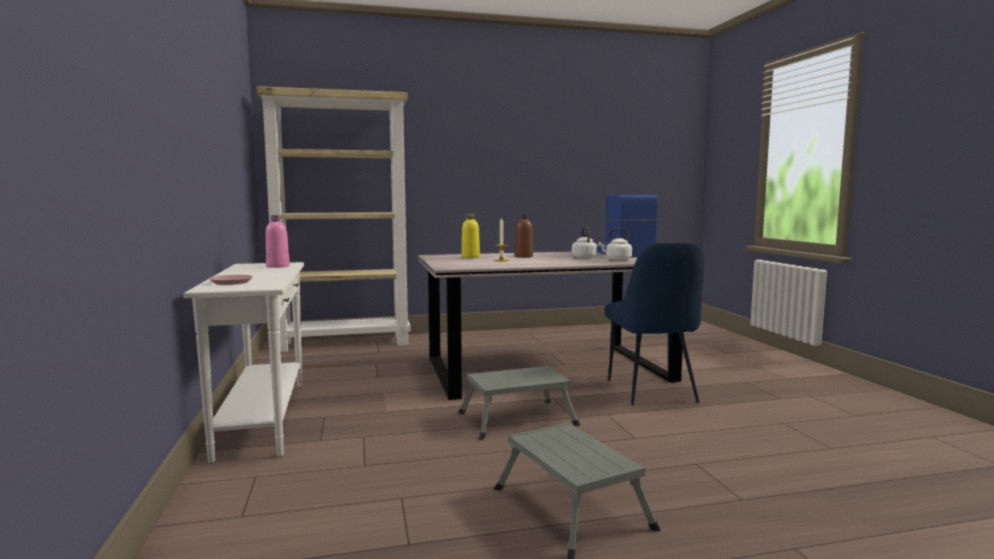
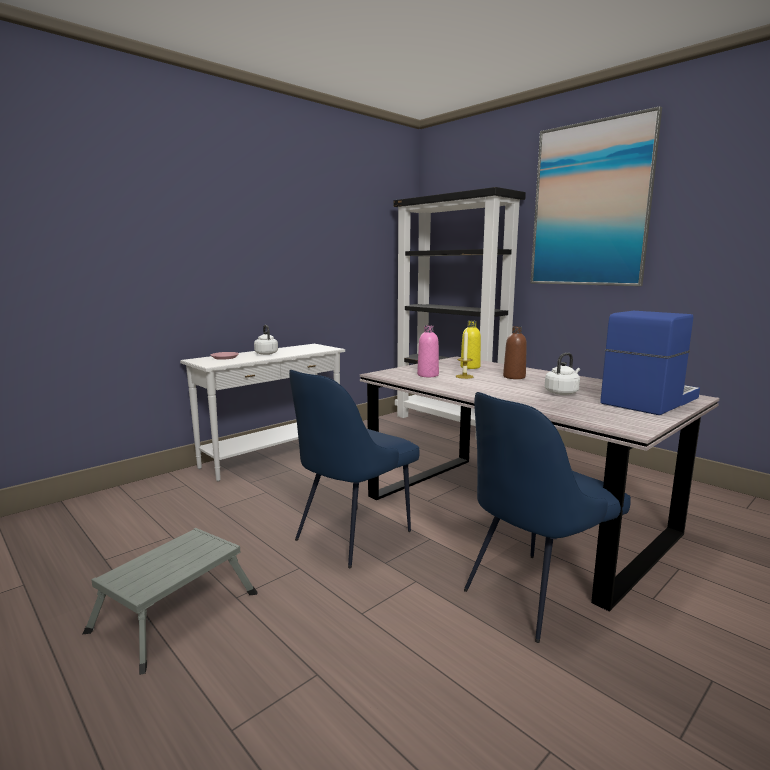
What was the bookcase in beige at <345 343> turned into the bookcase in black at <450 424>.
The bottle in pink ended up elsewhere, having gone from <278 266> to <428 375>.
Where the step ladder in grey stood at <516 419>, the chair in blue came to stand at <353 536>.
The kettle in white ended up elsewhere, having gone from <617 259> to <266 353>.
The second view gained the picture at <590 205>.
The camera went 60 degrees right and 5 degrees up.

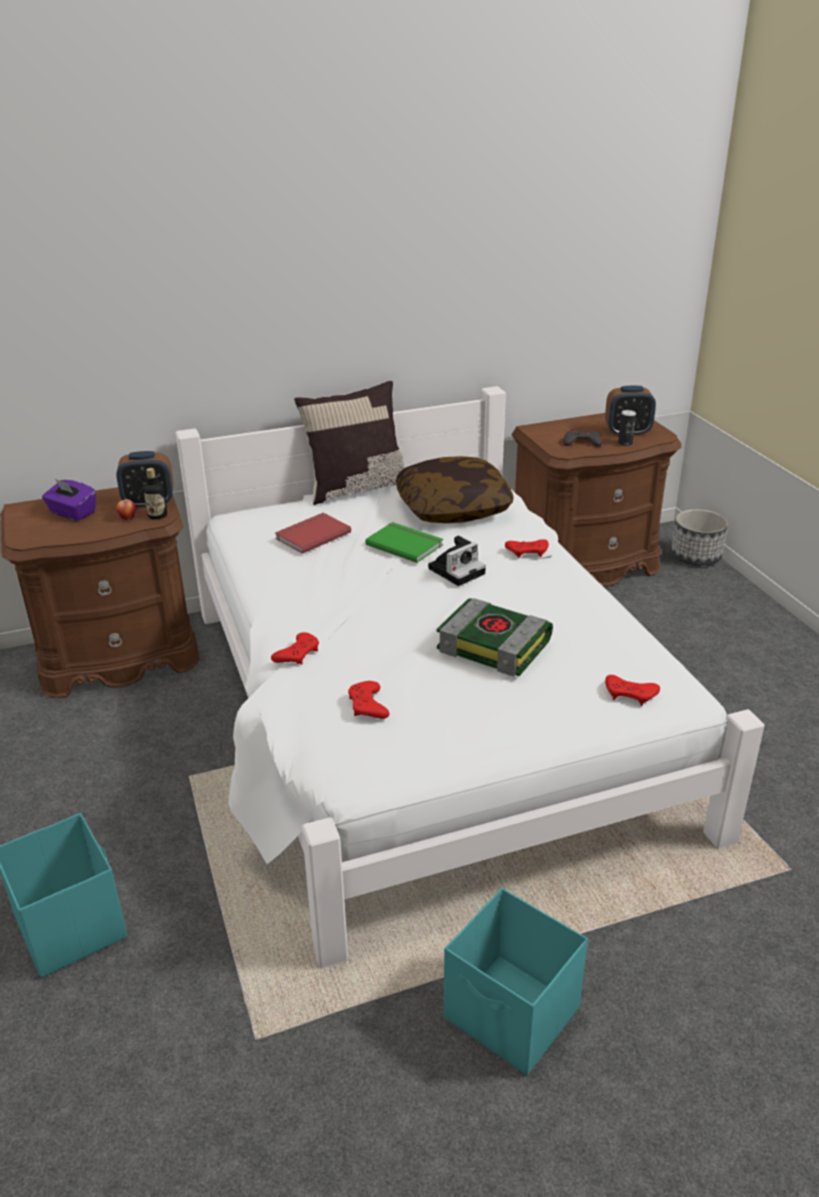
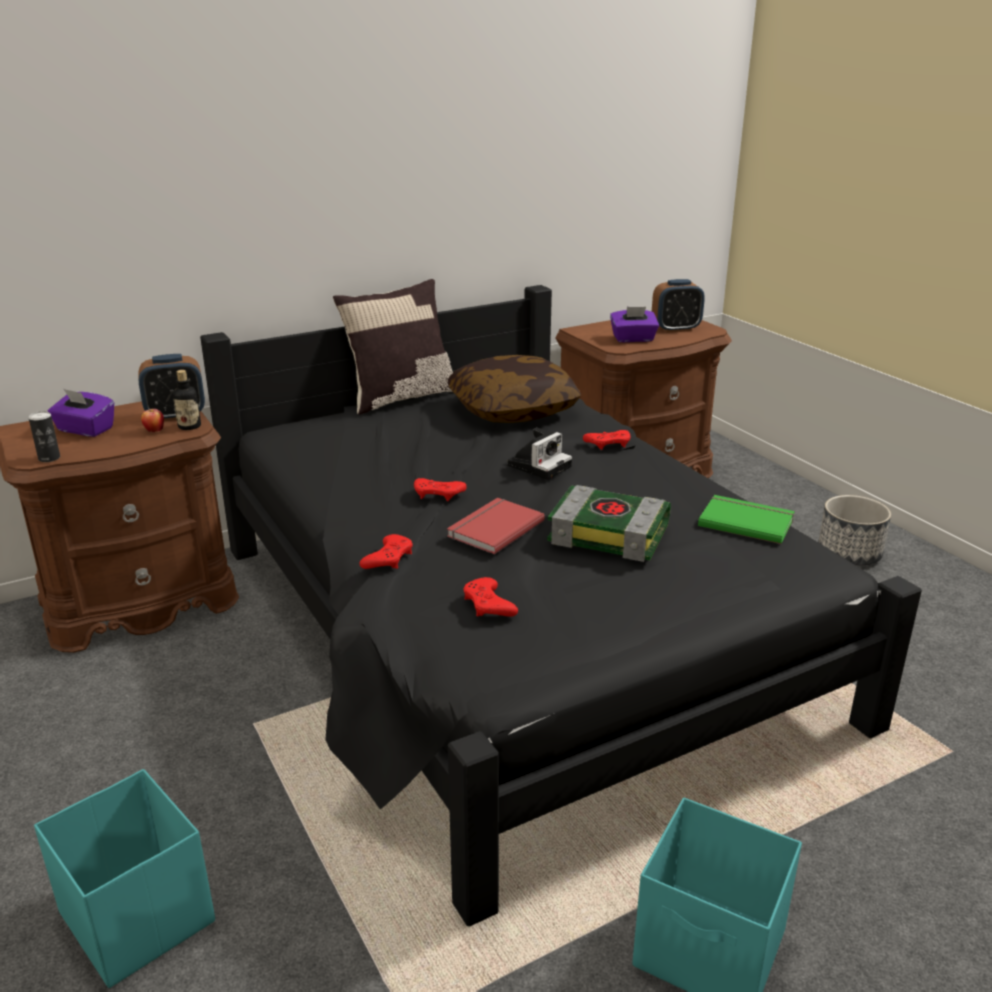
What was the bed in white at <426 714> turned into the bed in black at <512 631>.
The book in red ended up elsewhere, having gone from <311 535> to <493 528>.
The book in green ended up elsewhere, having gone from <405 544> to <746 521>.
Where the game controller in grey stood at <581 442>, the tissue box in purple came to stand at <633 339>.
The game controller in red ended up elsewhere, having gone from <630 694> to <438 493>.
The can ended up elsewhere, having gone from <625 443> to <49 458>.
The planter ended up elsewhere, having gone from <696 556> to <849 553>.
The camera went 10 degrees left and 5 degrees down.

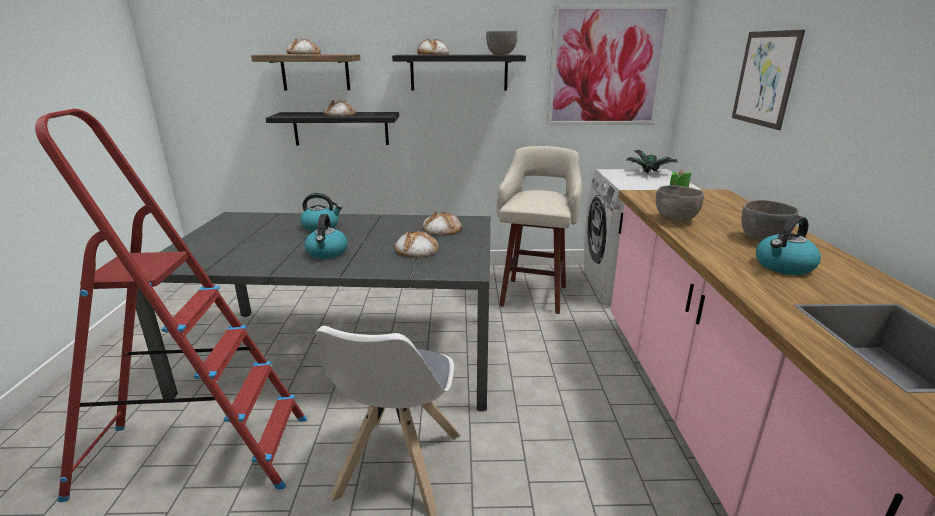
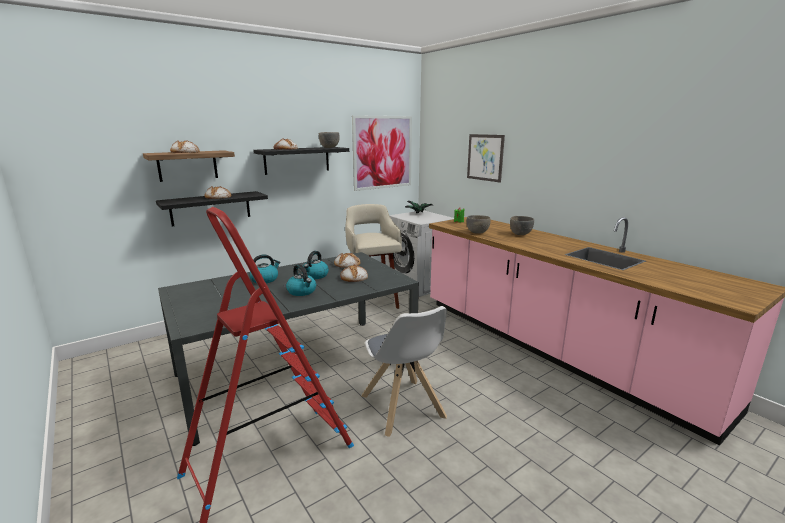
The kettle ended up elsewhere, having gone from <783 266> to <315 276>.
The camera went 35 degrees left and 5 degrees down.

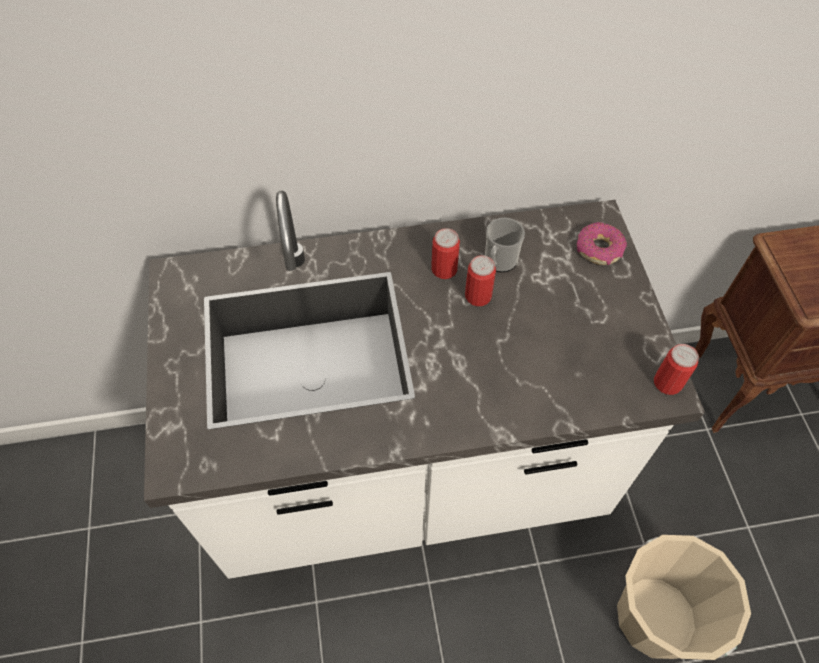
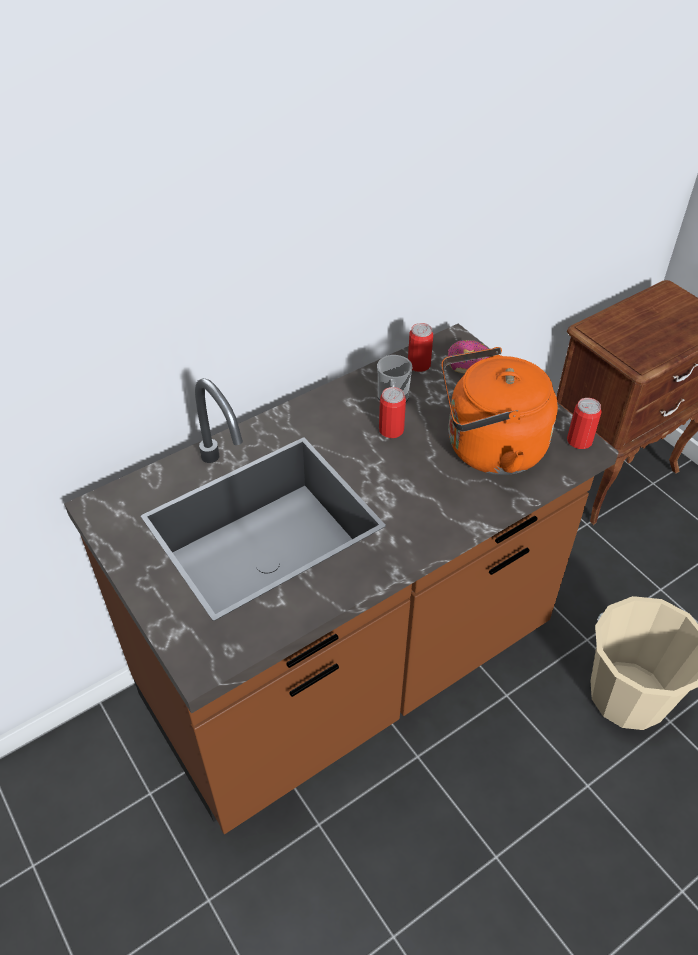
What was the counter in white at <409 476> turned into the counter in brown at <349 669>.
The can ended up elsewhere, having gone from <444 269> to <419 365>.
The second view gained the kettle in orange at <488 449>.
The camera went 25 degrees left and 10 degrees down.

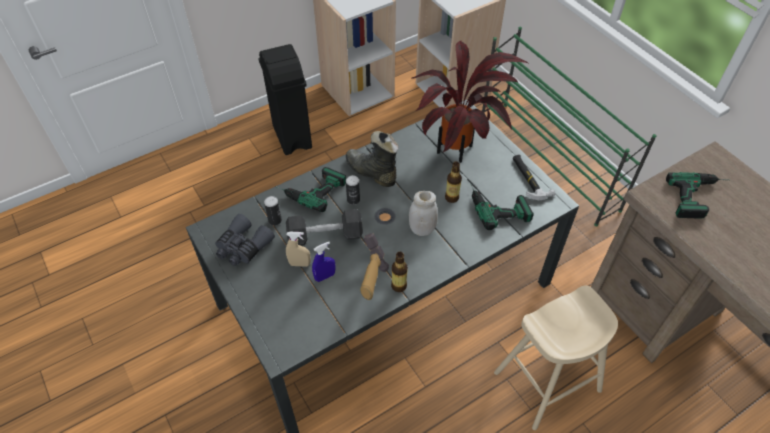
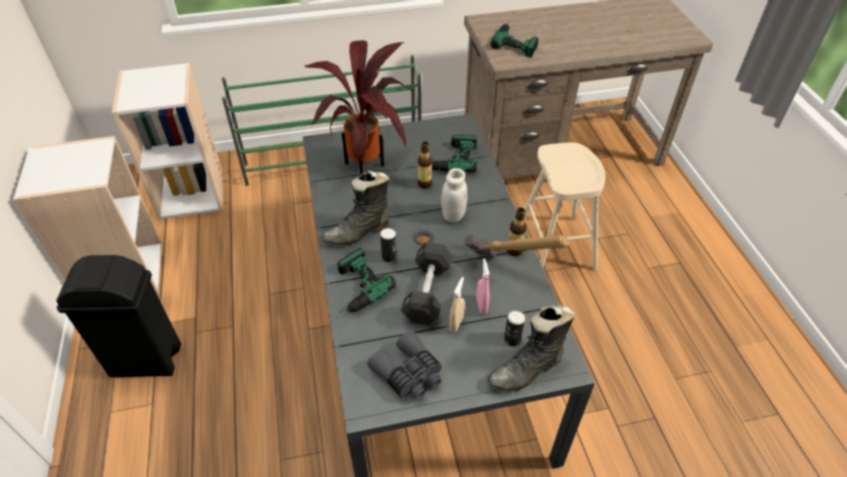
The can ended up elsewhere, having gone from <275 220> to <512 339>.
What was the spray bottle in blue at <325 276> turned into the spray bottle in pink at <481 305>.
The second view lost the hammer at <529 178>.
The second view gained the boot in black at <527 371>.
The camera went 70 degrees left and 5 degrees down.

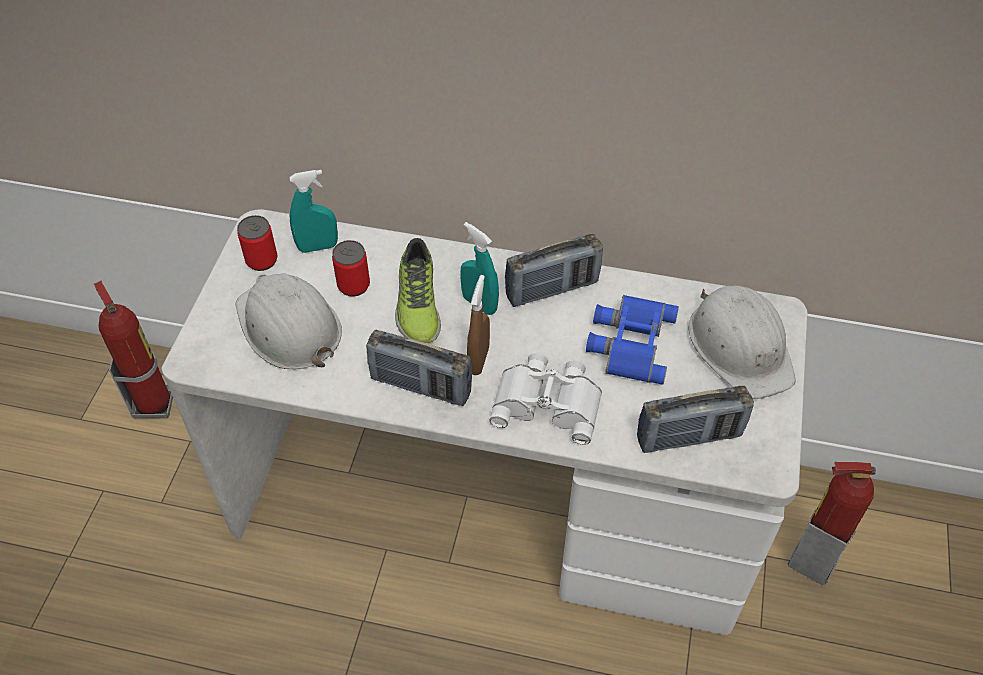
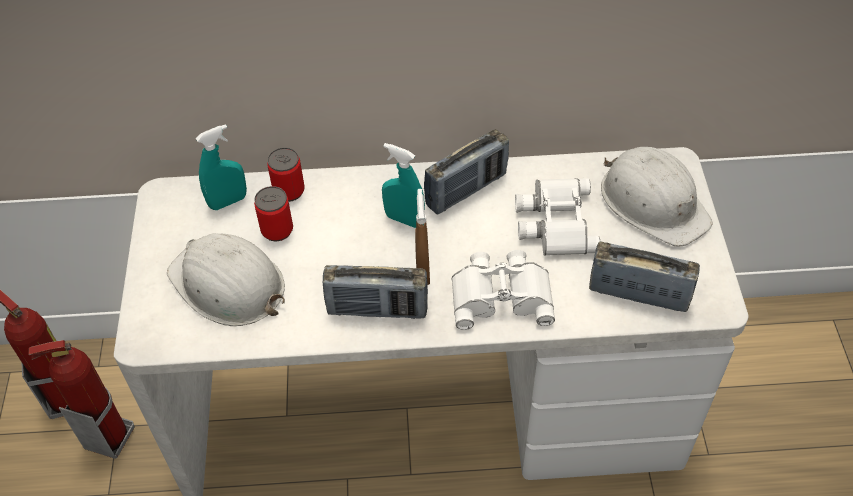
The can ended up elsewhere, having gone from <261 260> to <289 191>.
The second view lost the shoe at <417 304>.
What was the binoculars in blue at <629 342> turned into the binoculars in white at <554 221>.
The radio at <689 437> ended up facing another way, 135 degrees counterclockwise from before.
The fire extinguisher ended up elsewhere, having gone from <812 560> to <109 437>.
The camera went 15 degrees left and 0 degrees up.

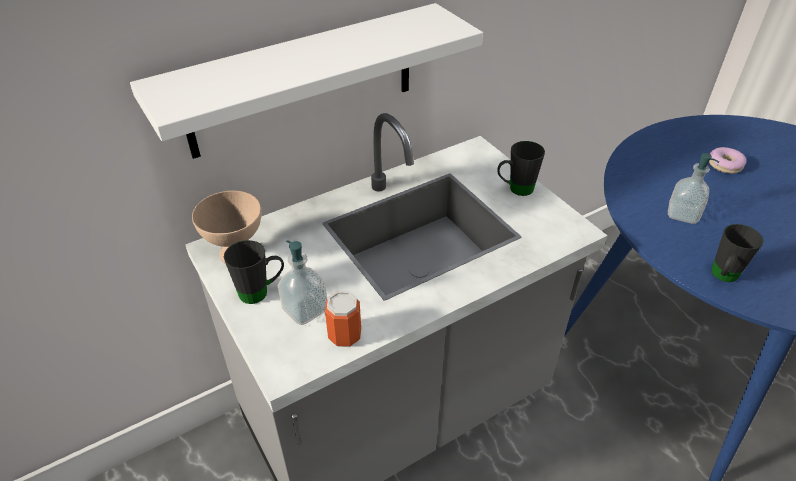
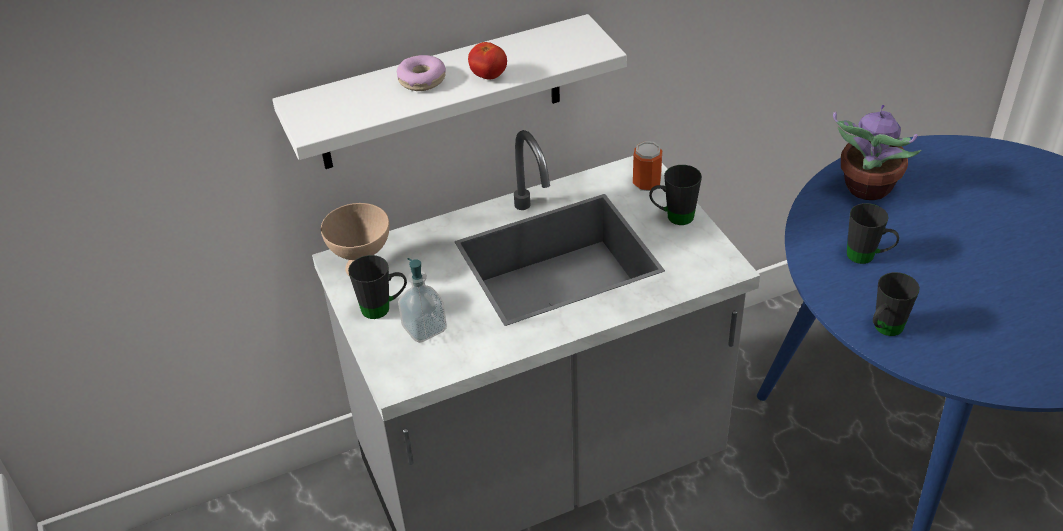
The can ended up elsewhere, having gone from <345 335> to <646 183>.
Where the soap dispenser stood at <682 214>, the mug in black came to stand at <867 257>.
The donut ended up elsewhere, having gone from <725 165> to <422 80>.
The second view gained the tomato at <488 76>.
The second view gained the potted plant at <866 189>.
The camera went 10 degrees right and 0 degrees up.

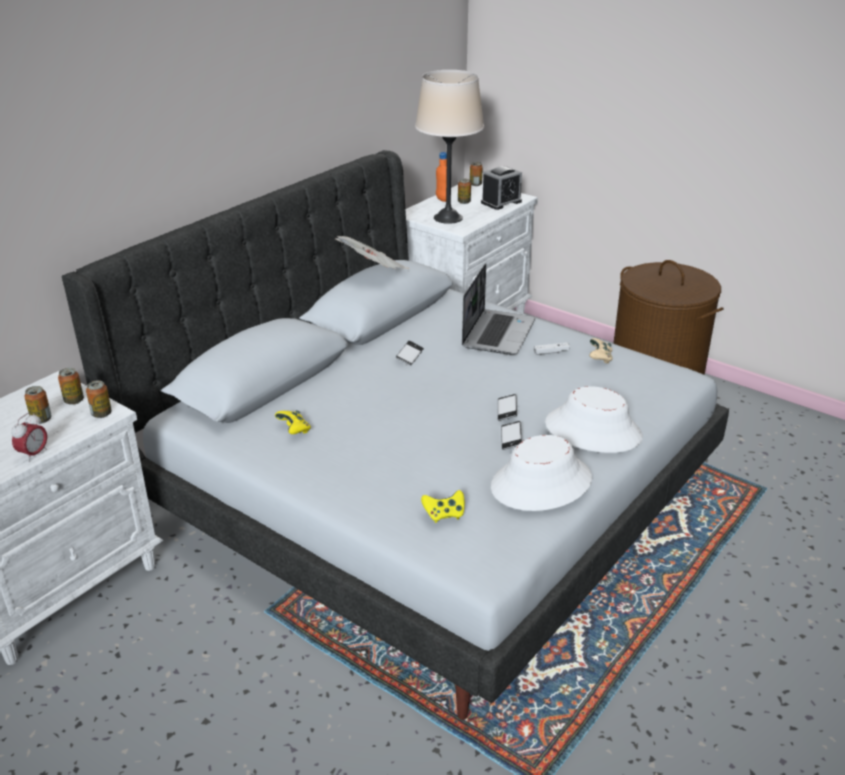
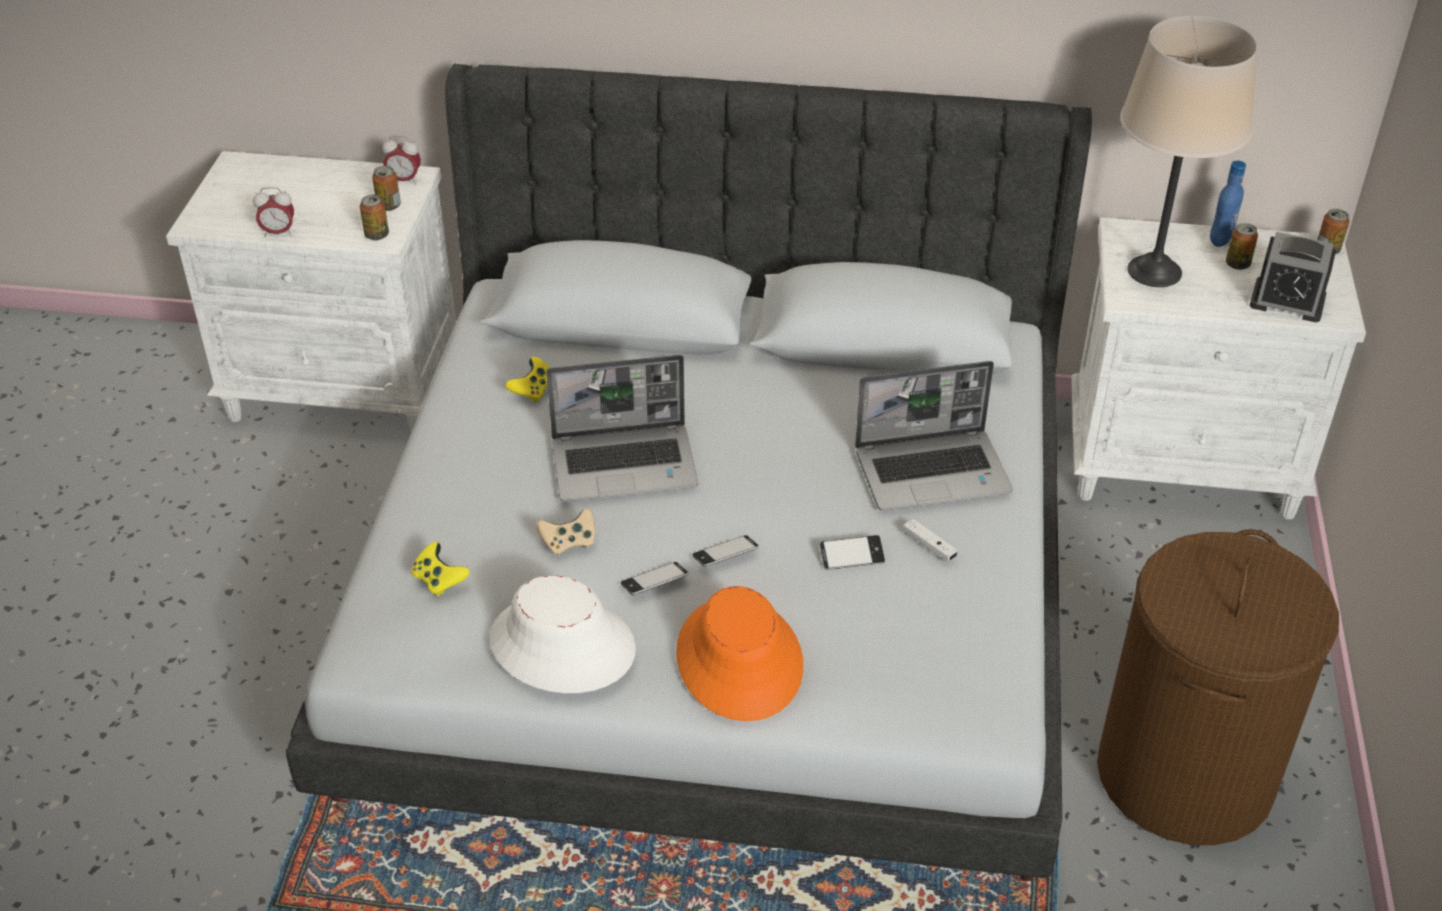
The second view lost the can at <41 419>.
The second view lost the newspaper at <373 271>.
The phone ended up elsewhere, having gone from <409 356> to <851 556>.
What was the bottle in orange at <442 199> turned into the bottle in blue at <1220 240>.
What was the hat in white at <593 430> turned into the hat in orange at <740 659>.
The game controller in beige ended up elsewhere, having gone from <600 358> to <569 543>.
The second view gained the alarm clock at <404 180>.
The second view gained the laptop at <626 463>.
The camera went 60 degrees right and 10 degrees up.

